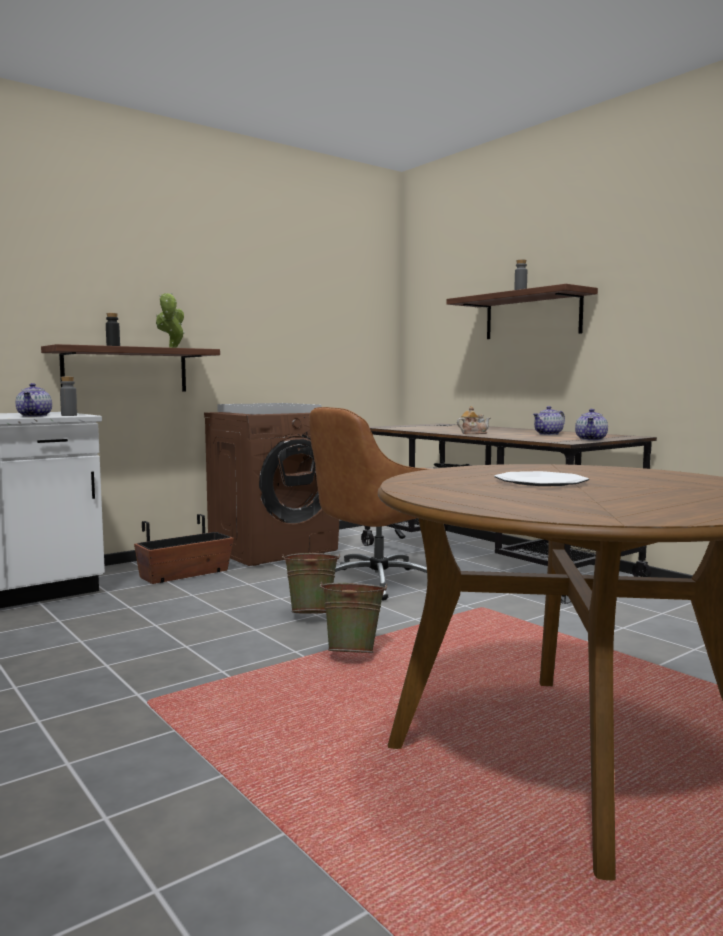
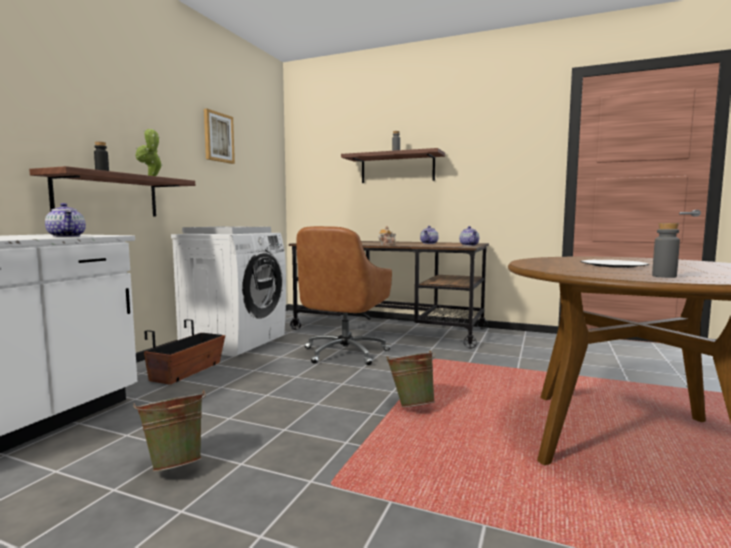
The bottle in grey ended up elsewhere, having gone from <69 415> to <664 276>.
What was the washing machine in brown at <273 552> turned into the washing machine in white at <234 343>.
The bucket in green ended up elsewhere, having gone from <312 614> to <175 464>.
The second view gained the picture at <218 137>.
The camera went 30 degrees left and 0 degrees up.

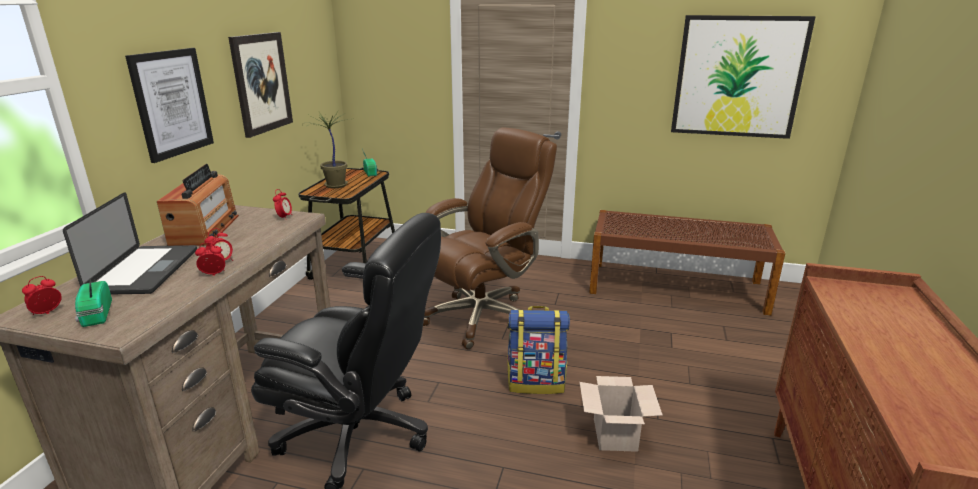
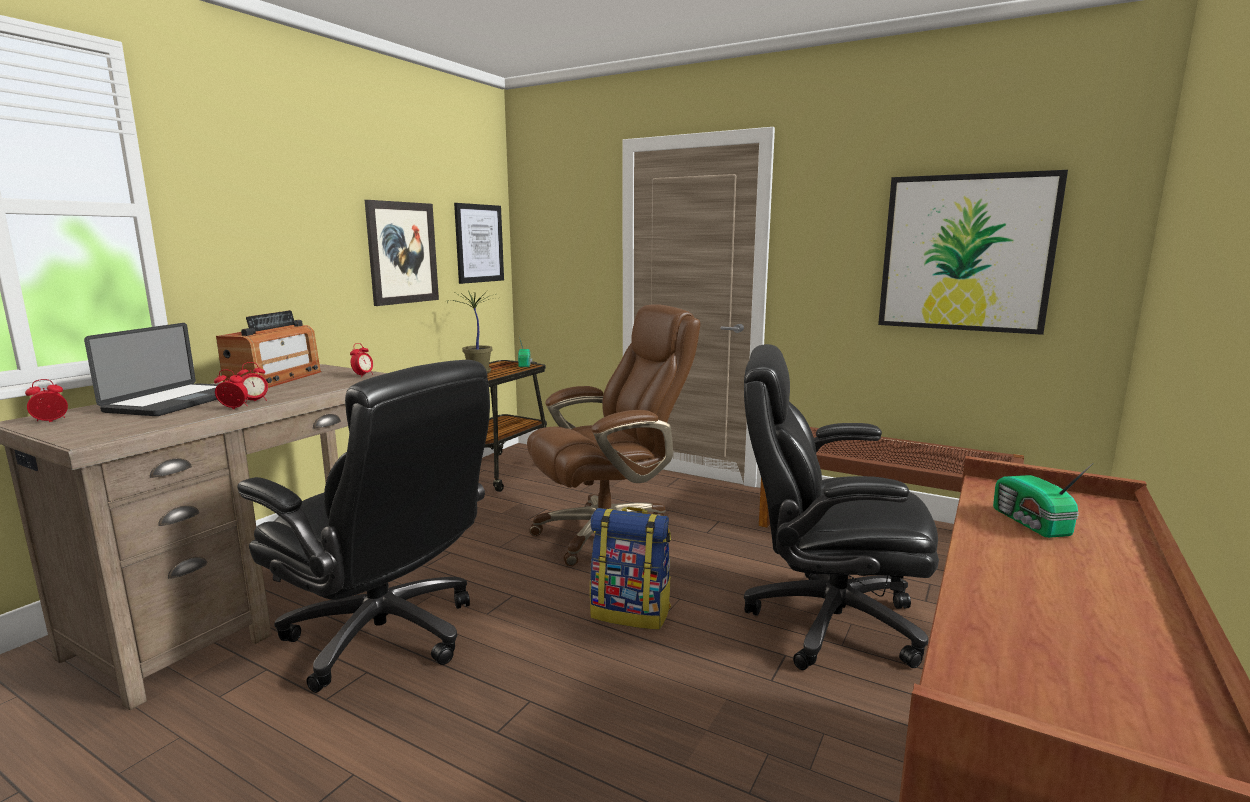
The radio ended up elsewhere, having gone from <95 315> to <1030 523>.
The picture ended up elsewhere, having gone from <172 103> to <479 243>.
The second view lost the cardboard box at <616 435>.
The second view gained the office chair in black at <824 621>.
The camera went 15 degrees right and 10 degrees down.

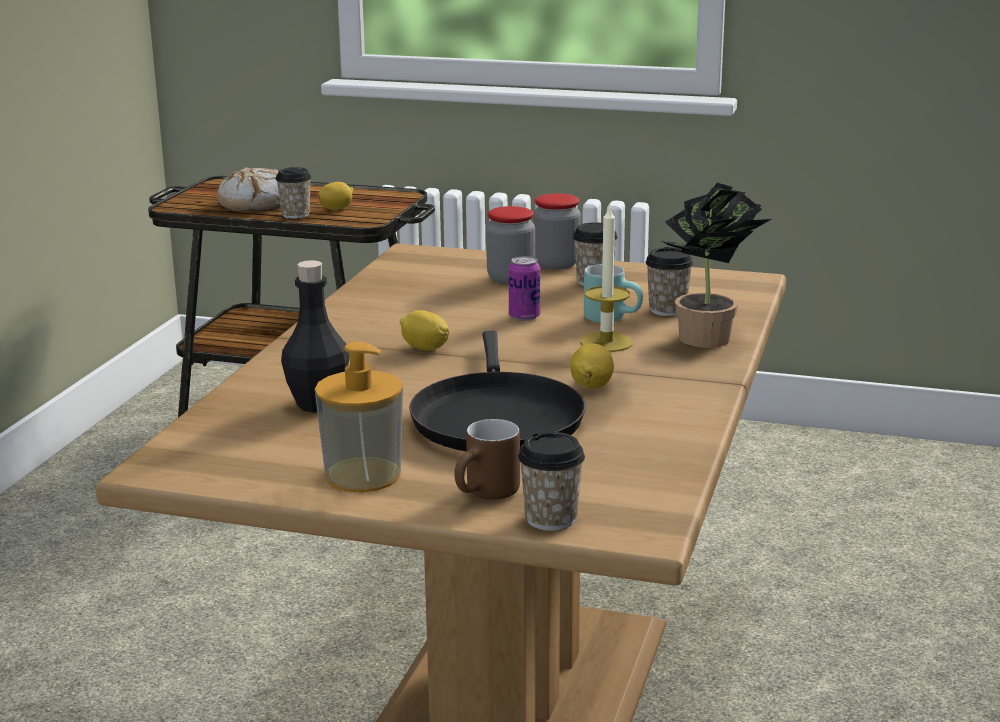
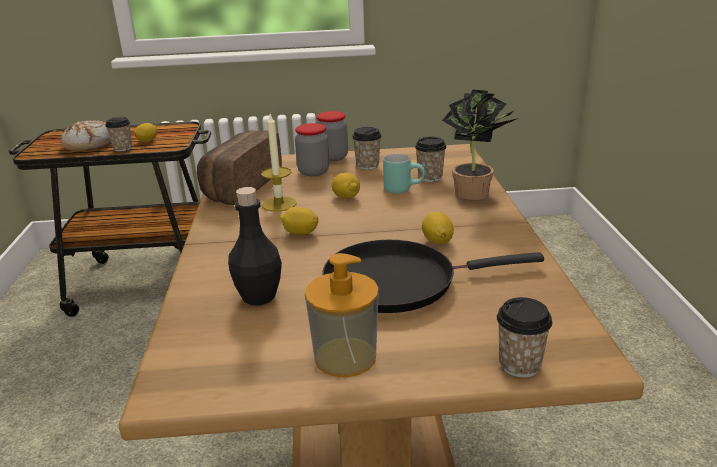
The frying pan in black at <495 418> ended up facing another way, 105 degrees clockwise from before.
The second view lost the mug in brown at <488 496>.
Where the can stood at <524 317>, the lemon came to stand at <346 197>.
The candle ended up elsewhere, having gone from <606 342> to <279 204>.
The second view gained the bread at <239 186>.
The camera went 20 degrees left and 5 degrees up.

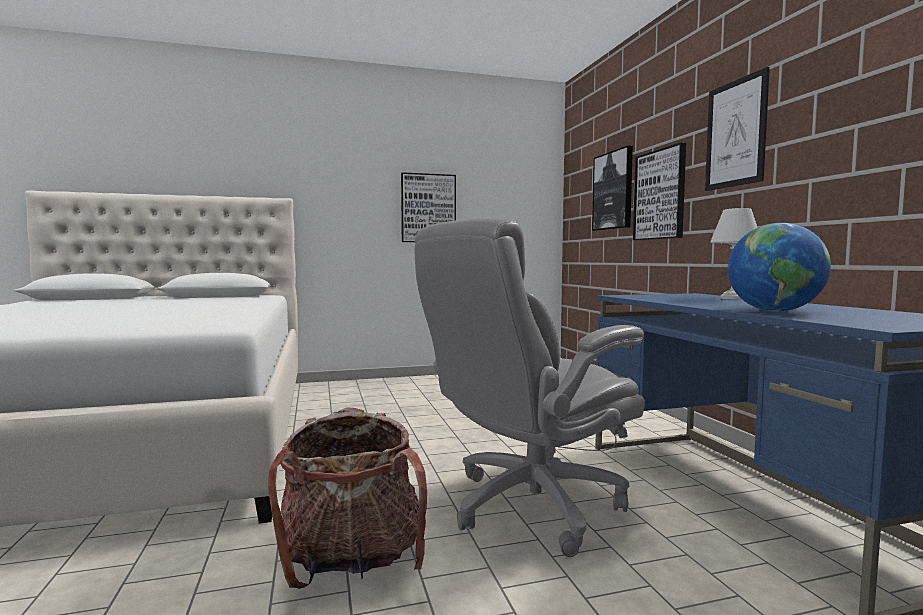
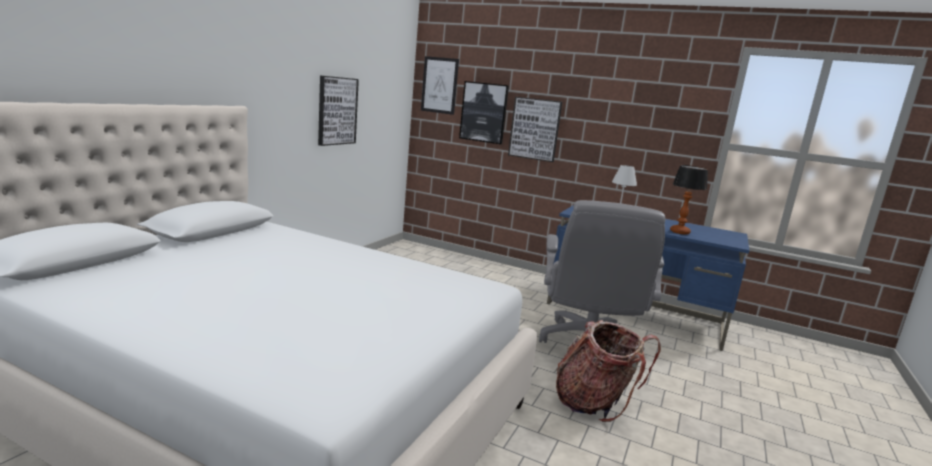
The picture ended up elsewhere, having gone from <735 133> to <439 85>.
Where the globe stood at <774 311>, the table lamp came to stand at <679 232>.
The camera went 50 degrees left and 10 degrees up.

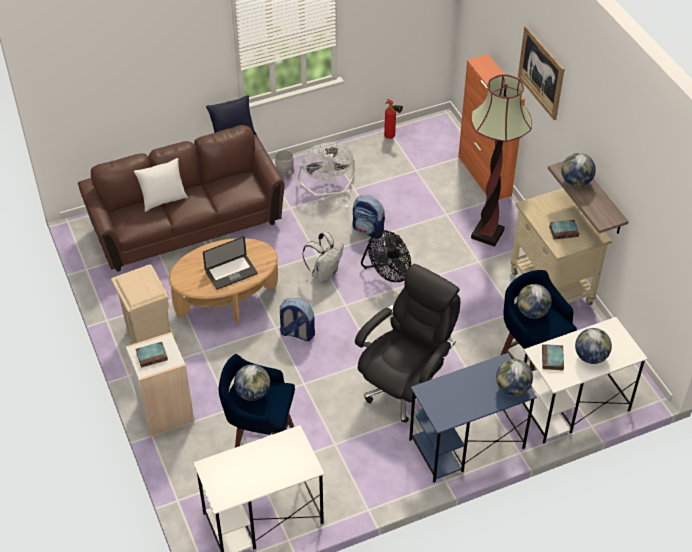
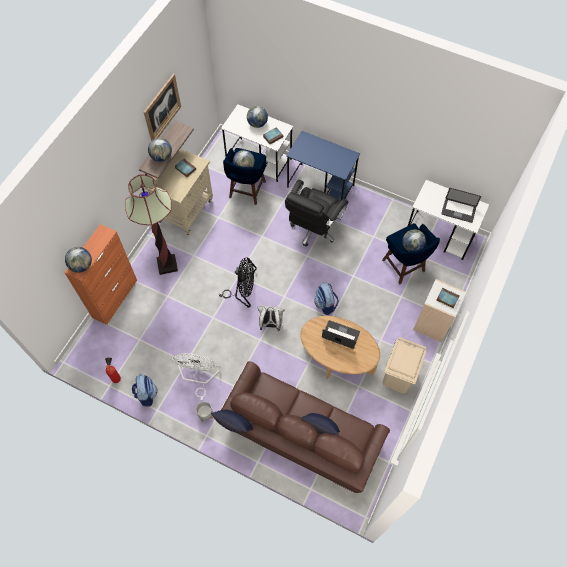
What was the pillow in white at <163 200> turned into the pillow in blue at <320 429>.
The fan in white at <330 189> ended up facing another way, 150 degrees clockwise from before.
The backpack ended up elsewhere, having gone from <368 230> to <146 394>.
The office chair in black at <405 388> ended up facing another way, 60 degrees counterclockwise from before.
The globe ended up elsewhere, having gone from <512 388> to <82 265>.
The picture ended up elsewhere, having gone from <541 72> to <162 109>.
The second view gained the laptop at <458 211>.
The camera went 130 degrees left and 15 degrees up.

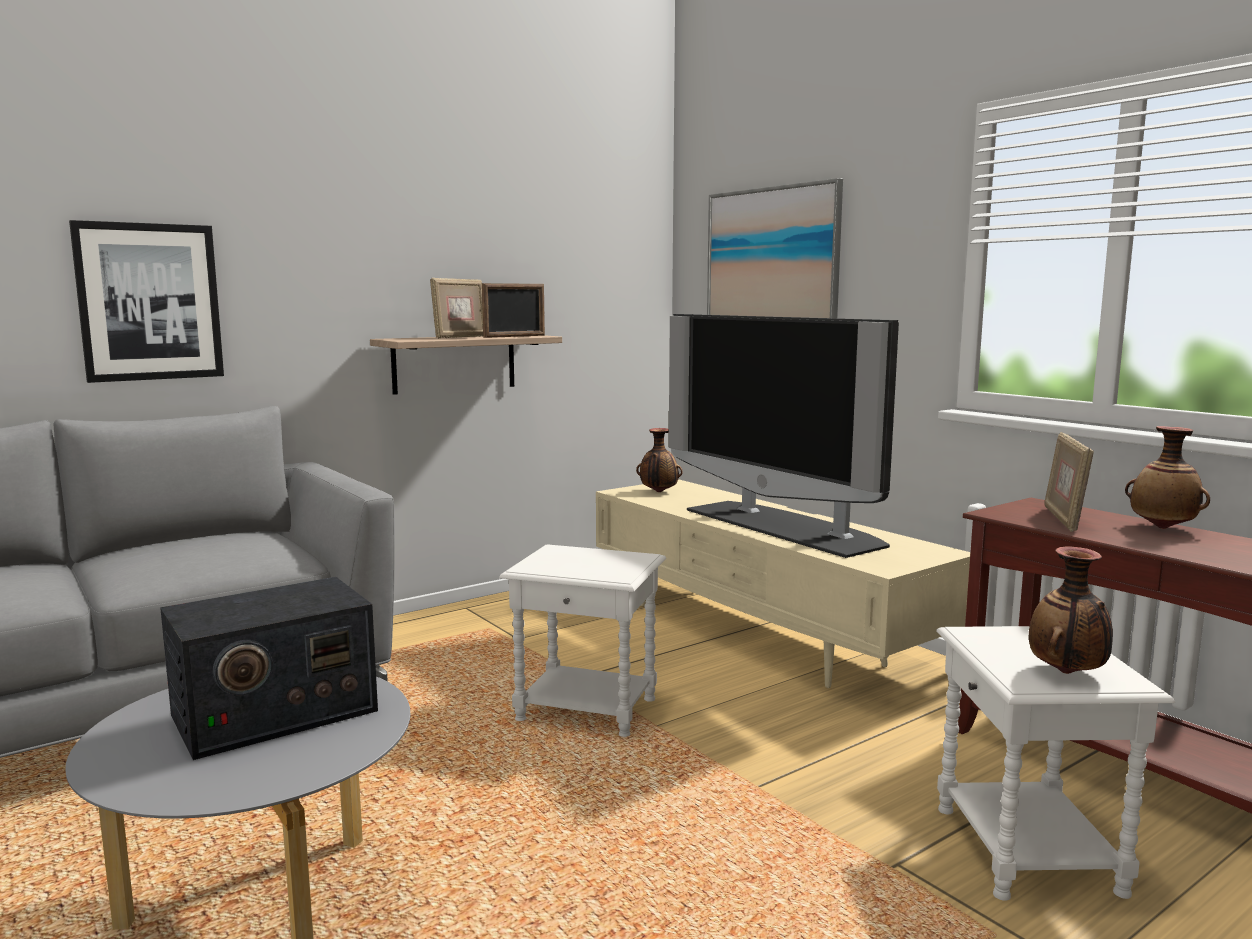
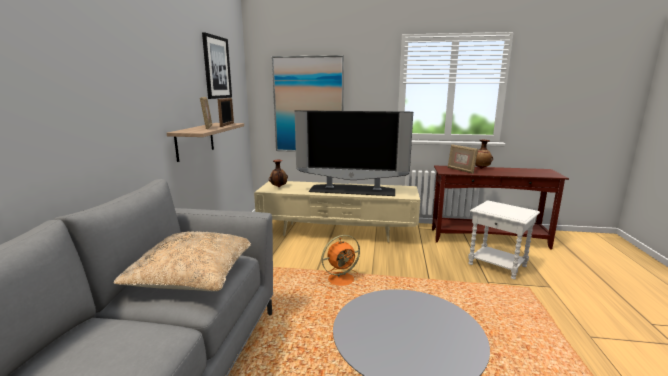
The picture ended up elsewhere, having gone from <149 302> to <216 67>.
The second view lost the radio at <273 713>.
Where the side table in white stood at <587 708>, the fan in orange came to stand at <342 279>.
The second view lost the vase at <1067 673>.
The second view gained the pillow in beige at <193 274>.
The camera went 45 degrees left and 5 degrees up.

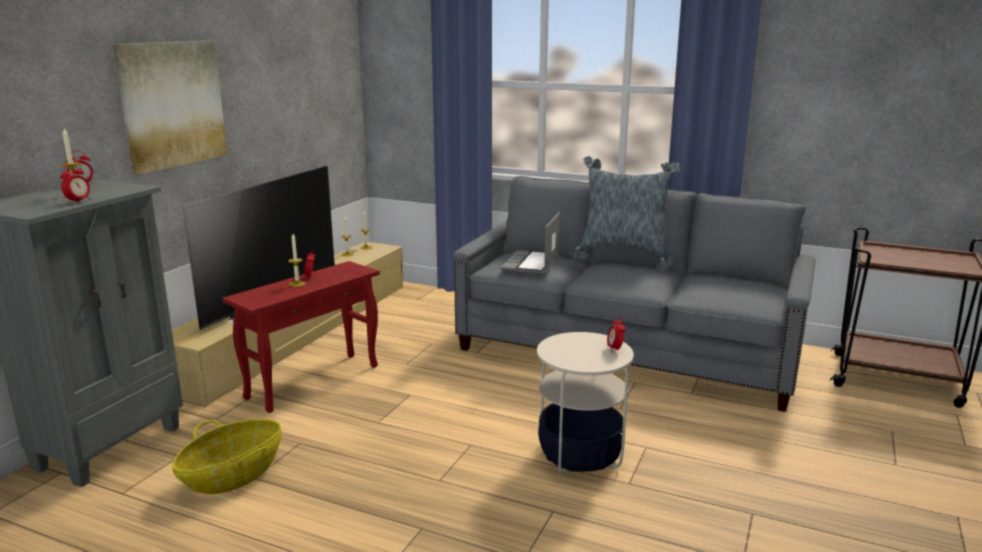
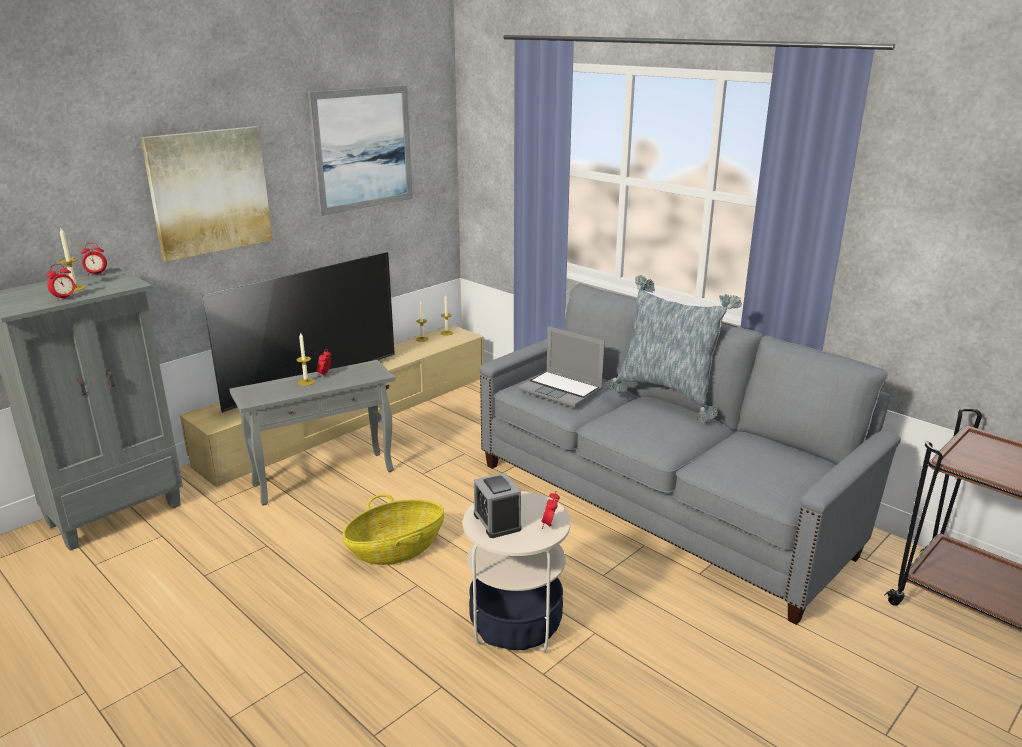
The basket ended up elsewhere, having gone from <233 475> to <396 549>.
What was the side table in red at <313 382> turned into the side table in grey at <323 478>.
The laptop at <531 264> ended up facing another way, 90 degrees counterclockwise from before.
The second view gained the picture at <363 149>.
The second view gained the alarm clock at <497 521>.
The camera went 20 degrees right and 5 degrees up.

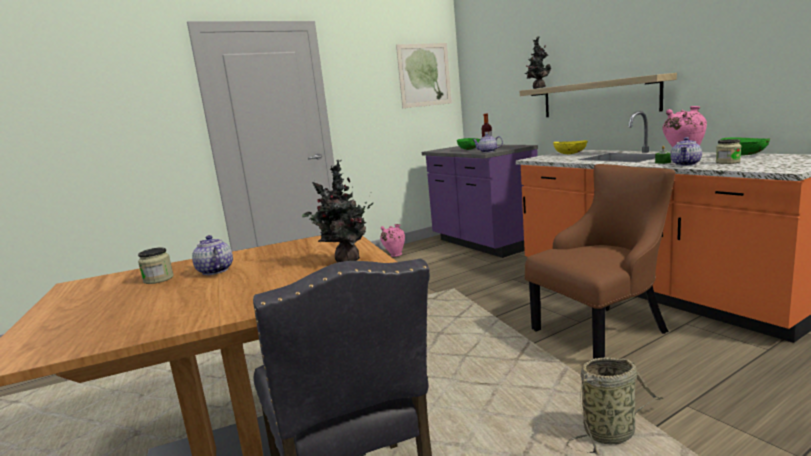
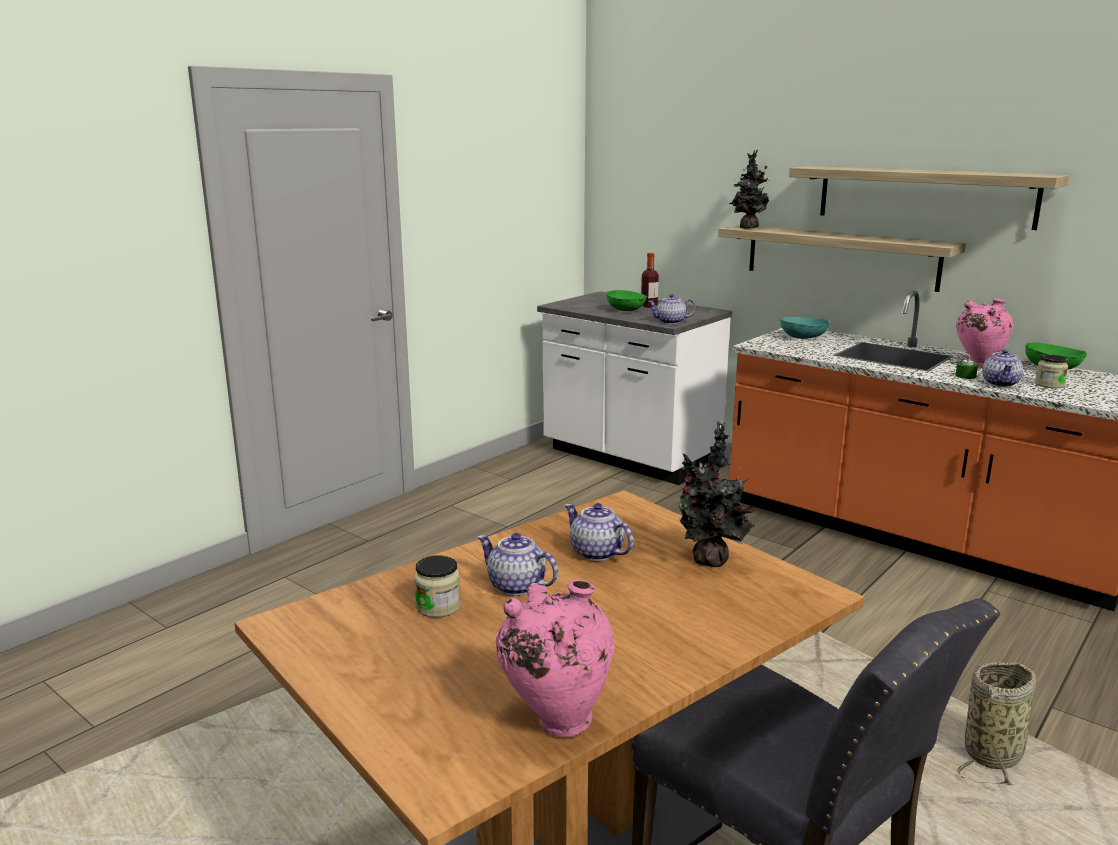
The vase in pink ended up elsewhere, having gone from <394 255> to <556 721>.
The second view lost the picture at <424 75>.
What was the counter in purple at <482 244> turned into the counter in white at <629 458>.
The second view lost the chair in brown at <599 334>.
What was the bowl in yellow at <570 154> turned into the bowl in turquoise at <803 338>.
The second view gained the teapot at <596 553>.
The second view gained the shelf at <924 196>.
The camera went 20 degrees left and 5 degrees up.

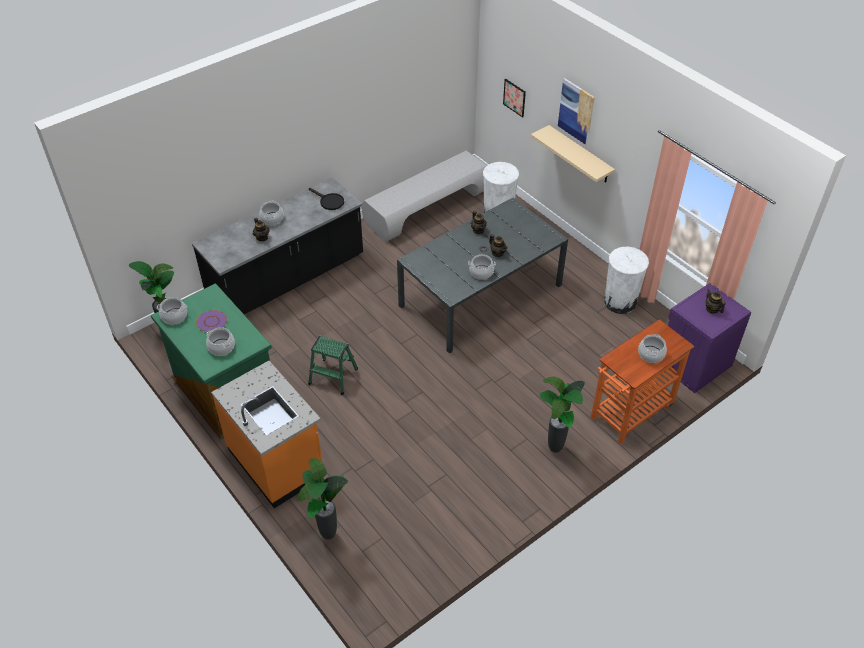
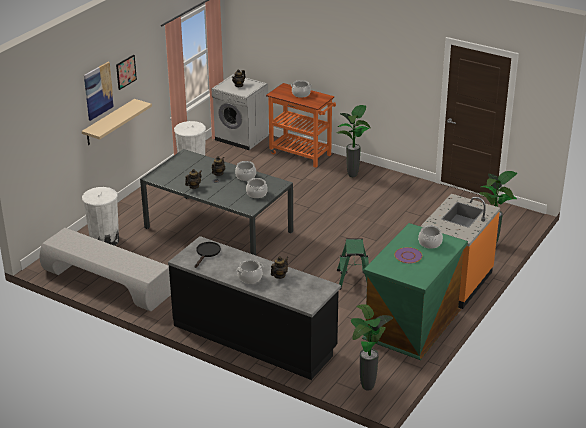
The cooking pot ended up elsewhere, having gone from <174 316> to <256 193>.
The picture ended up elsewhere, having gone from <514 97> to <126 72>.
What was the washing machine in purple at <693 364> turned into the washing machine in white at <241 138>.
The camera went 110 degrees left and 15 degrees down.

